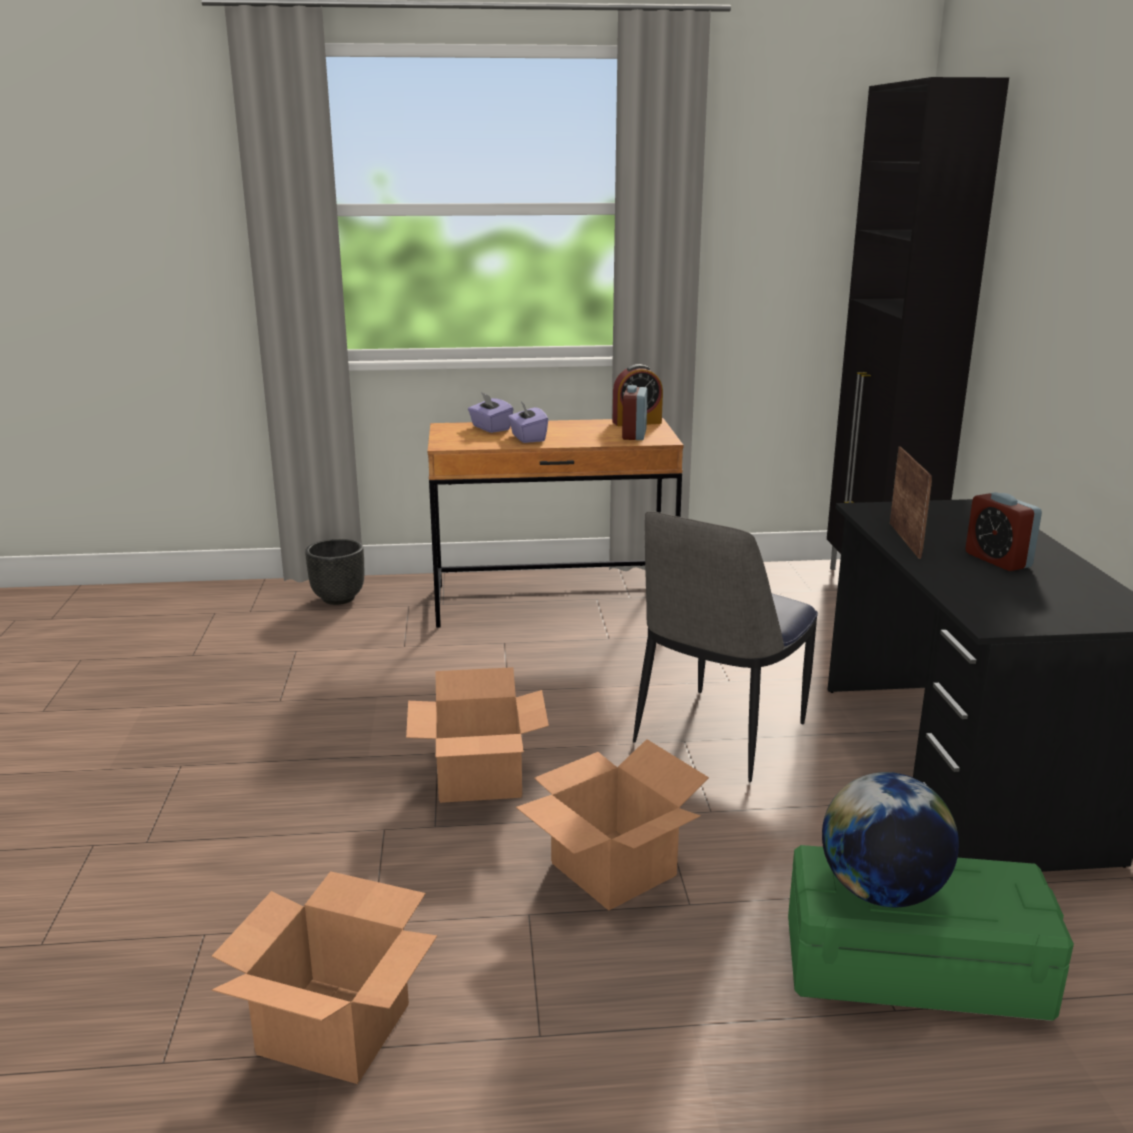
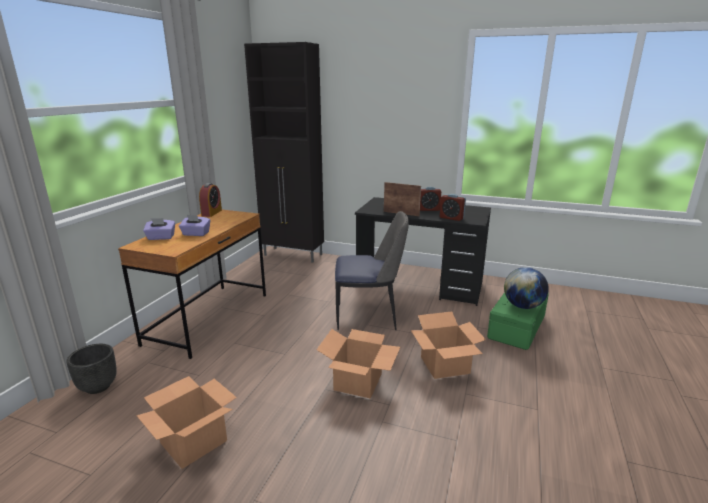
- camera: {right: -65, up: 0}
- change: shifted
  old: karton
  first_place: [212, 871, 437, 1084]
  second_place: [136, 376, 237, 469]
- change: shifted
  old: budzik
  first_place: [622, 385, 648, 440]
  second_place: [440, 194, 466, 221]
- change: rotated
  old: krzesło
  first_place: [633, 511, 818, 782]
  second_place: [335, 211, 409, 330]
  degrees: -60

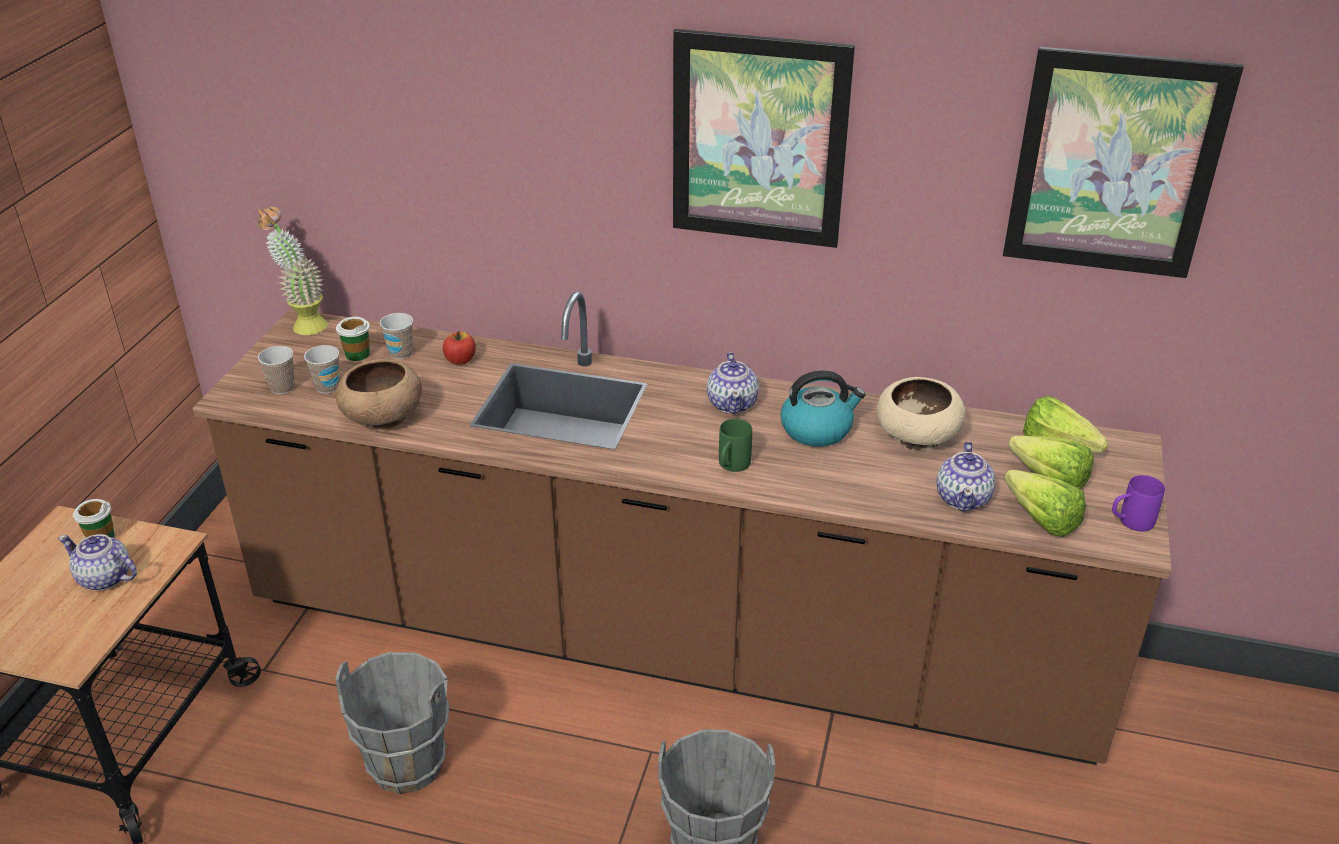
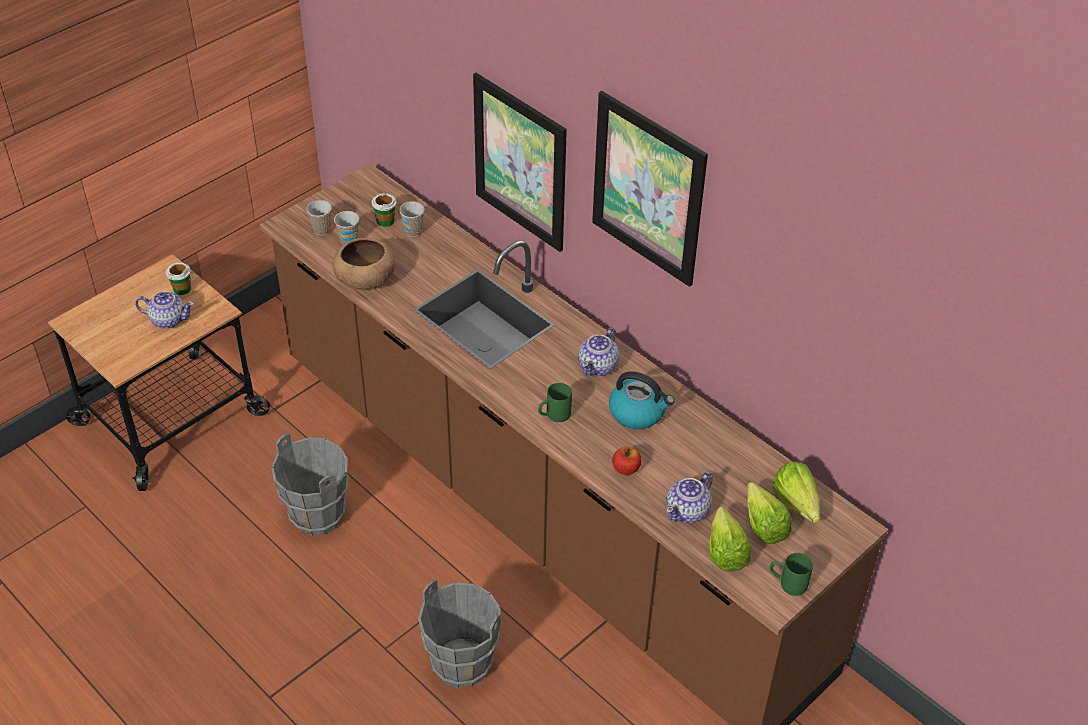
- camera: {right: 30, up: 10}
- change: gone
  old: roślina doniczkowa
  first_place: [258, 207, 328, 335]
- change: gone
  old: miska [beżowy]
  first_place: [877, 377, 966, 450]
- change: shifted
  old: jabłko
  first_place: [443, 331, 476, 365]
  second_place: [612, 447, 642, 475]
- change: shifted
  old: obraz
  first_place: [1003, 47, 1244, 278]
  second_place: [473, 73, 567, 252]
- change: repainted
  old: kubek [fioletowy]
  new: kubek [zielony]
  first_place: [1112, 475, 1165, 532]
  second_place: [770, 553, 813, 596]
- change: rotated
  old: imbryk
  first_place: [58, 534, 137, 591]
  second_place: [135, 291, 194, 329]
  degrees: 135

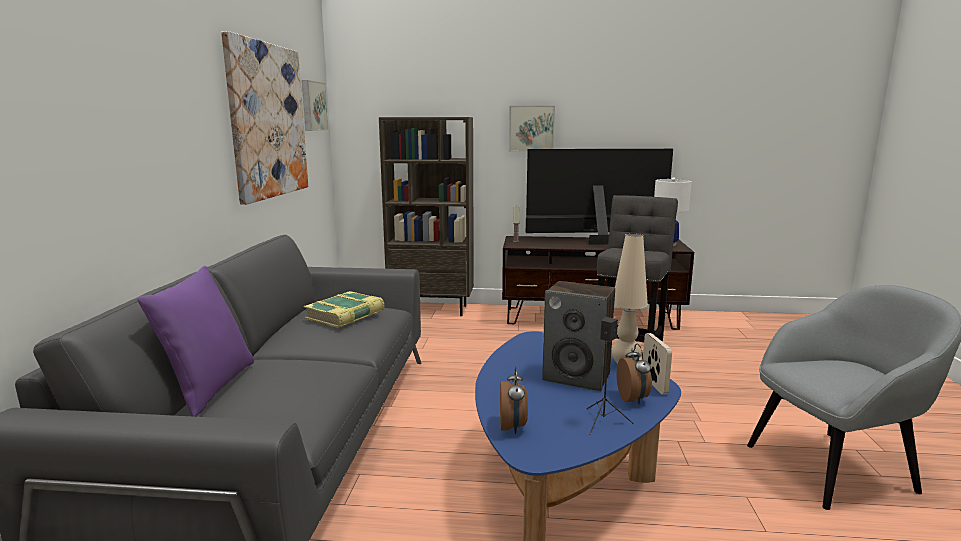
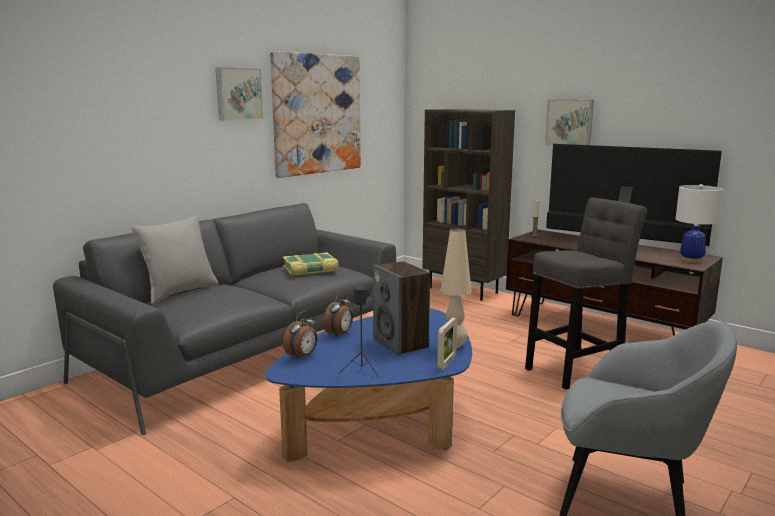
- camera: {right: 35, up: 0}
- change: shifted
  old: obraz
  first_place: [302, 80, 328, 131]
  second_place: [215, 67, 263, 121]
- change: shifted
  old: budzik
  first_place: [617, 343, 652, 405]
  second_place: [323, 292, 353, 337]
- change: repainted
  old: poduszka [fioletowy]
  new: poduszka [szary]
  first_place: [137, 266, 254, 417]
  second_place: [131, 215, 219, 304]

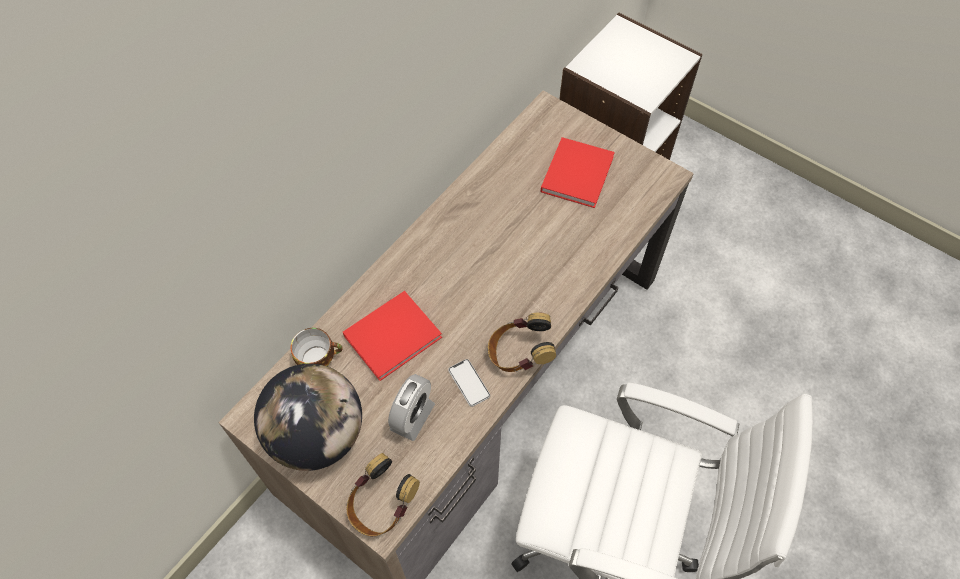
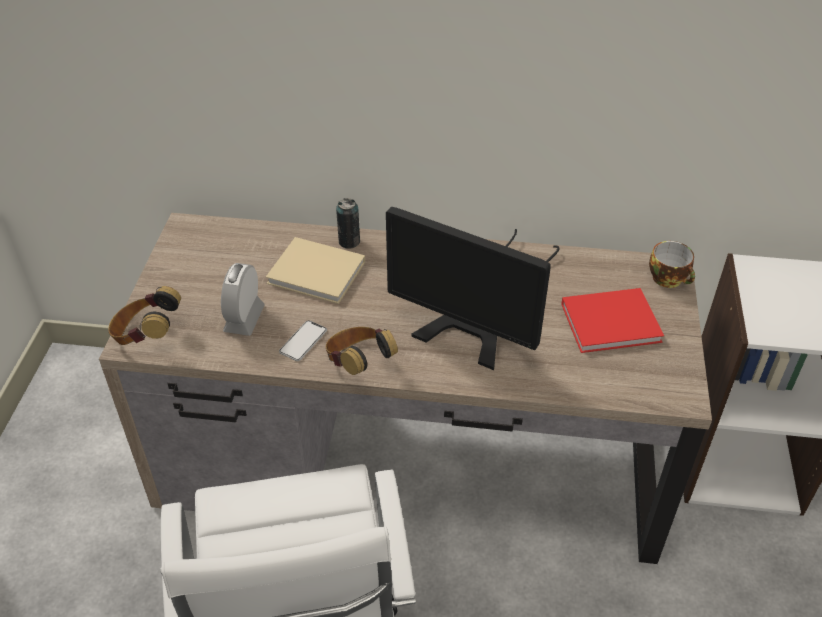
- camera: {right: 60, up: -15}
- change: gone
  old: globus
  first_place: [254, 364, 362, 471]
- change: new
  new: puszka
  second_place: [336, 198, 360, 249]
- change: new
  new: monitor
  second_place: [386, 207, 560, 370]
- change: shifted
  old: filiżanka
  first_place: [291, 328, 343, 366]
  second_place: [649, 241, 695, 288]
- change: repainted
  old: książka [czerwony]
  new: książka [beżowy]
  first_place: [343, 291, 442, 381]
  second_place: [266, 237, 365, 304]
- change: rotated
  old: budzik
  first_place: [388, 374, 435, 441]
  second_place: [221, 263, 265, 336]
  degrees: 105

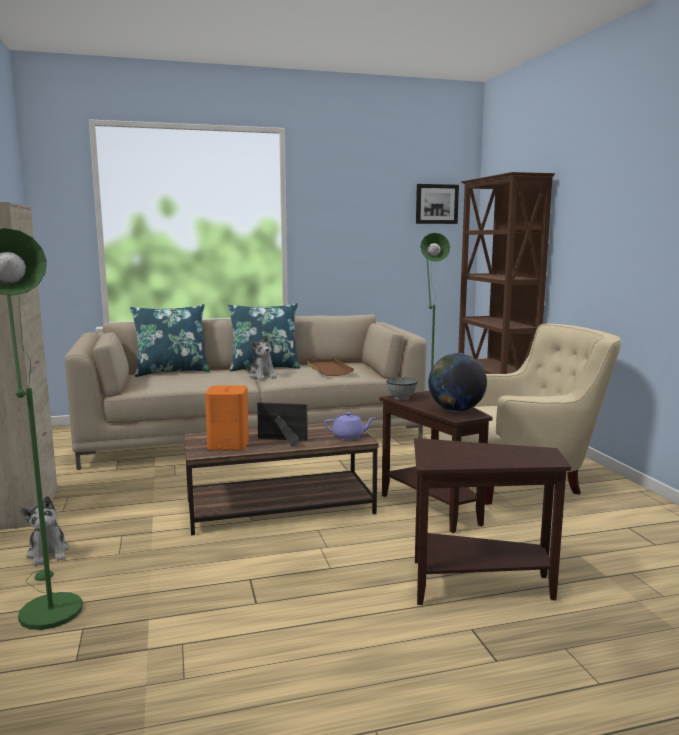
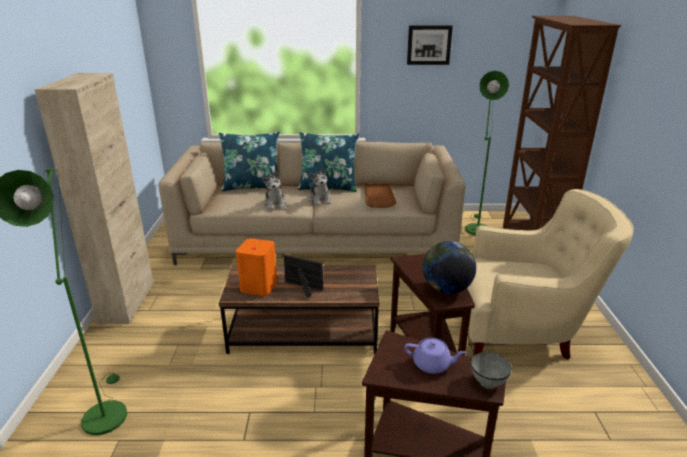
- camera: {right: 15, up: 15}
- change: shifted
  old: pluszak
  first_place: [21, 496, 70, 566]
  second_place: [262, 171, 287, 210]
- change: shifted
  old: imbryk [fioletowy]
  first_place: [324, 412, 375, 440]
  second_place: [404, 338, 467, 374]
- change: shifted
  old: miska [szary]
  first_place: [386, 377, 418, 400]
  second_place: [471, 352, 512, 389]
- change: shifted
  old: obraz
  first_place: [416, 184, 459, 224]
  second_place: [407, 25, 453, 65]

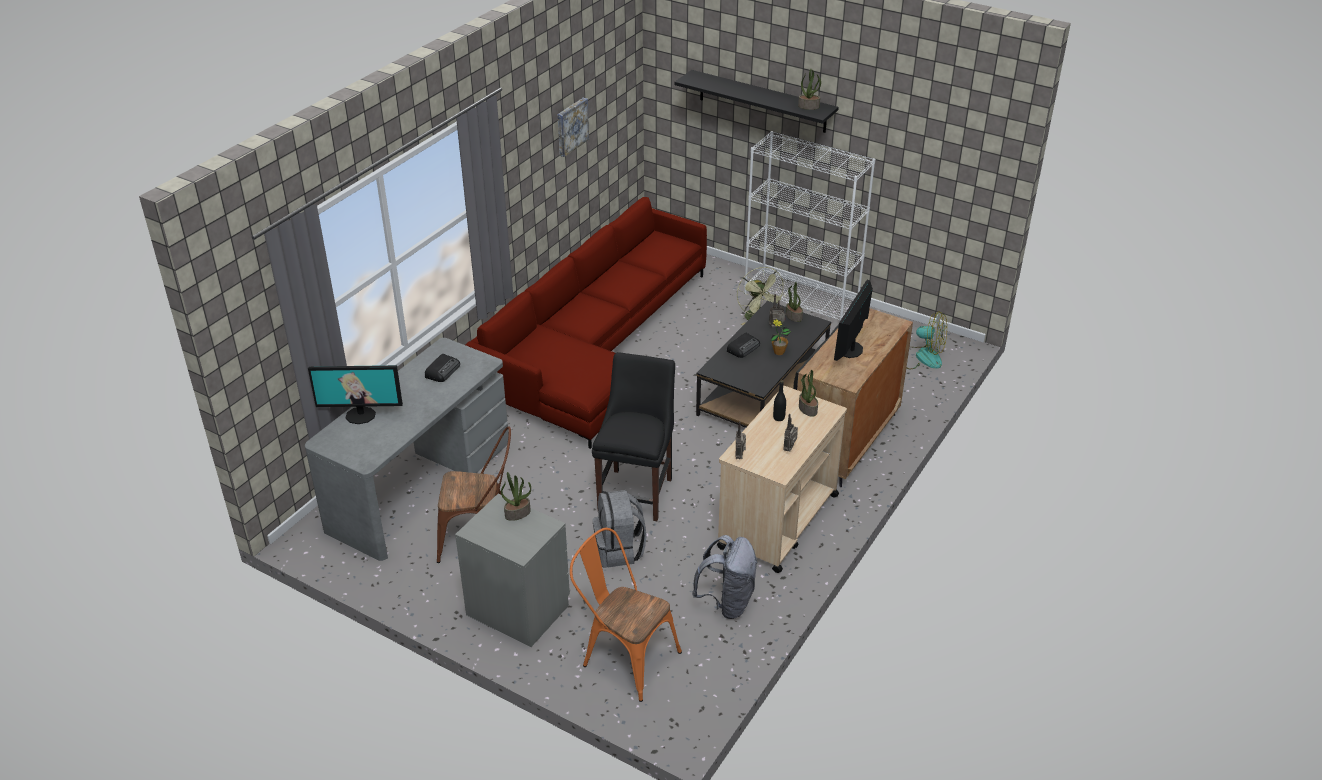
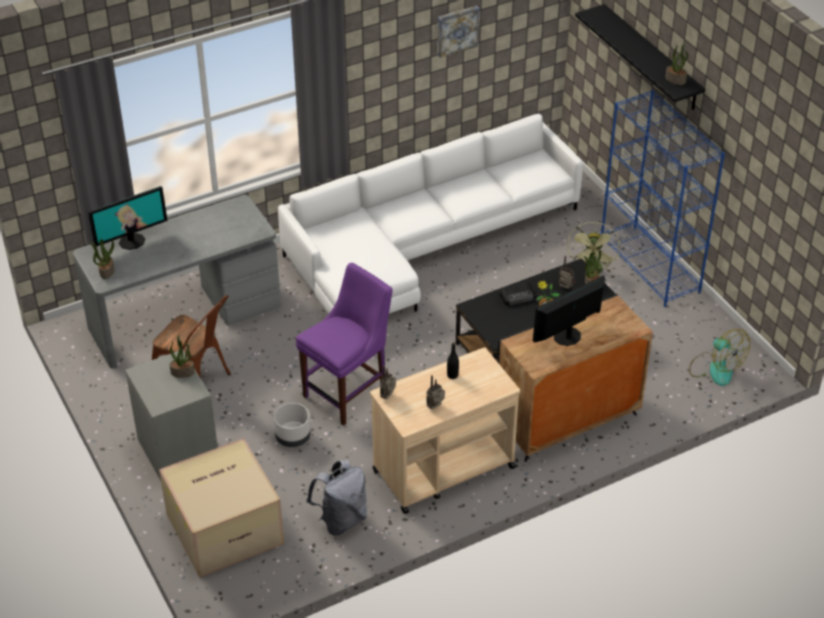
- camera: {right: 30, up: 5}
- change: gone
  old: radio
  first_place: [425, 354, 460, 382]
- change: shifted
  old: roślina doniczkowa
  first_place: [799, 370, 818, 417]
  second_place: [90, 239, 114, 279]
- change: swapped
  old: krzesło [pomarańczowy]
  new: karton
  first_place: [570, 528, 682, 702]
  second_place: [159, 438, 284, 578]
- change: swapped
  old: plecak [szary]
  new: donica [szary]
  first_place: [593, 490, 647, 568]
  second_place: [274, 403, 311, 447]
- change: repainted
  old: kanapa [czerwony]
  new: kanapa [biały]
  first_place: [466, 197, 707, 449]
  second_place: [278, 114, 583, 314]
- change: repainted
  old: krzesło [czarny]
  new: krzesło [fioletowy]
  first_place: [592, 352, 675, 521]
  second_place: [296, 263, 393, 426]
- change: repainted
  old: regał [biały]
  new: regał [niebieski]
  first_place: [744, 131, 875, 320]
  second_place: [601, 90, 725, 307]
- change: rotated
  old: monitor
  first_place: [308, 365, 403, 424]
  second_place: [88, 186, 168, 250]
  degrees: -60

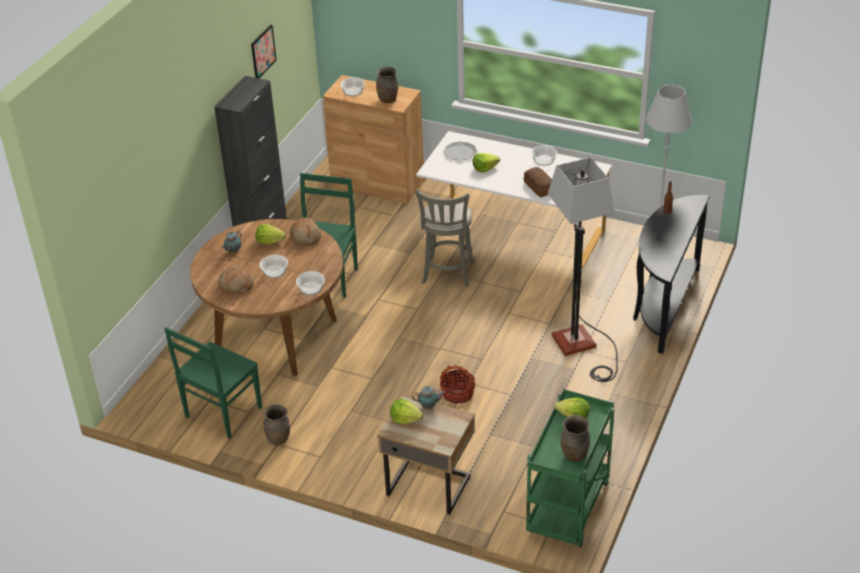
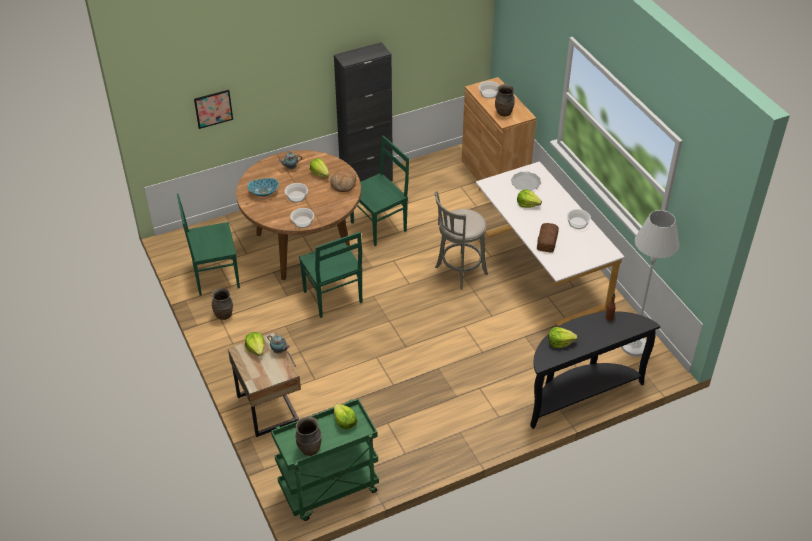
- camera: {right: 40, up: 5}
- change: gone
  old: koszyk
  first_place: [440, 365, 476, 404]
- change: gone
  old: lampa stojąca
  first_place: [548, 157, 618, 382]
- change: new
  new: krzesło [zielony]
  second_place: [299, 232, 363, 318]
- change: new
  new: sałata
  second_place: [548, 327, 578, 348]
- change: shifted
  old: obraz
  first_place: [251, 25, 277, 78]
  second_place: [194, 90, 233, 129]
- change: swapped
  old: chleb
  new: miska
  first_place: [218, 266, 254, 294]
  second_place: [248, 178, 279, 196]

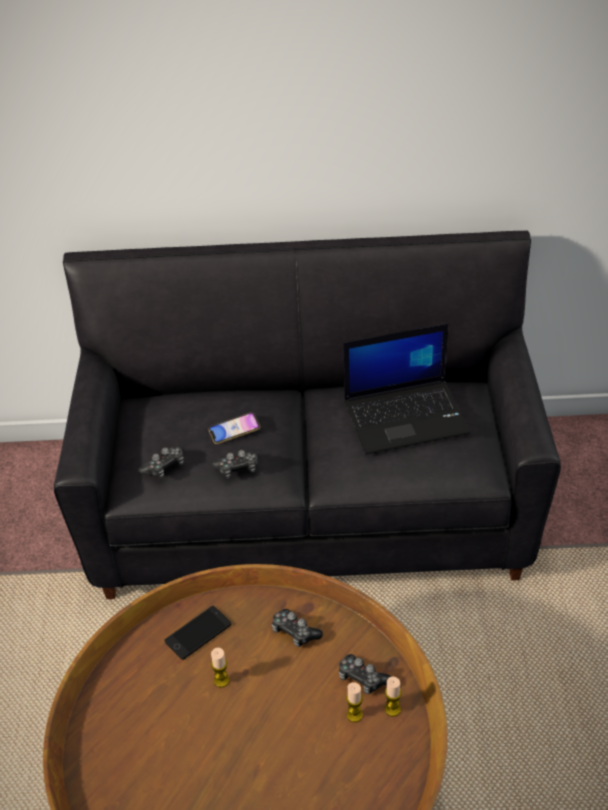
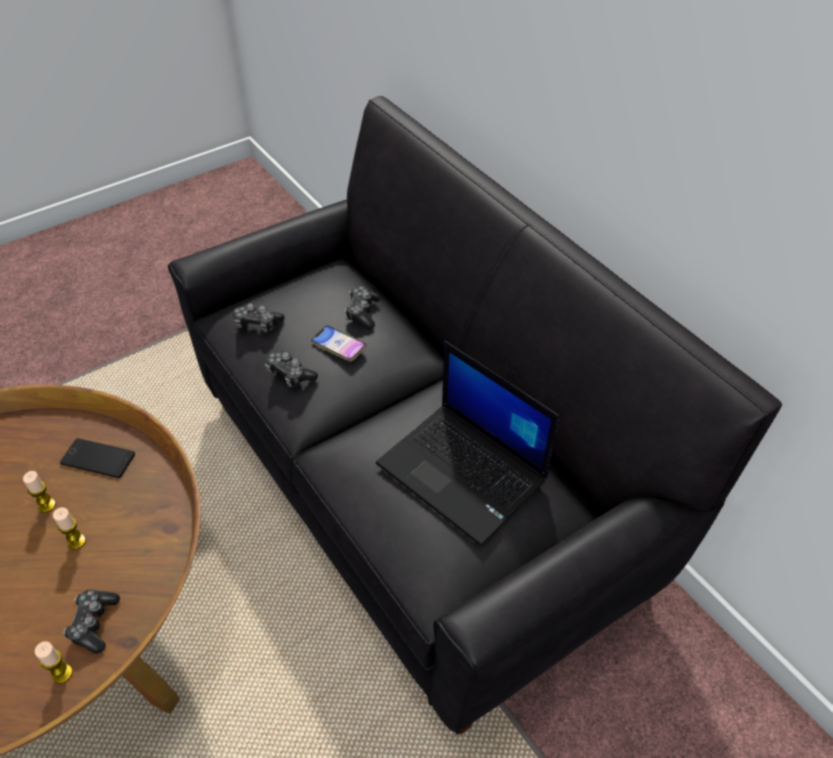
- camera: {right: 55, up: 5}
- change: shifted
  old: pad do gier
  first_place: [272, 609, 323, 647]
  second_place: [345, 286, 381, 329]
- change: shifted
  old: świeca
  first_place: [346, 682, 363, 722]
  second_place: [53, 507, 86, 550]

